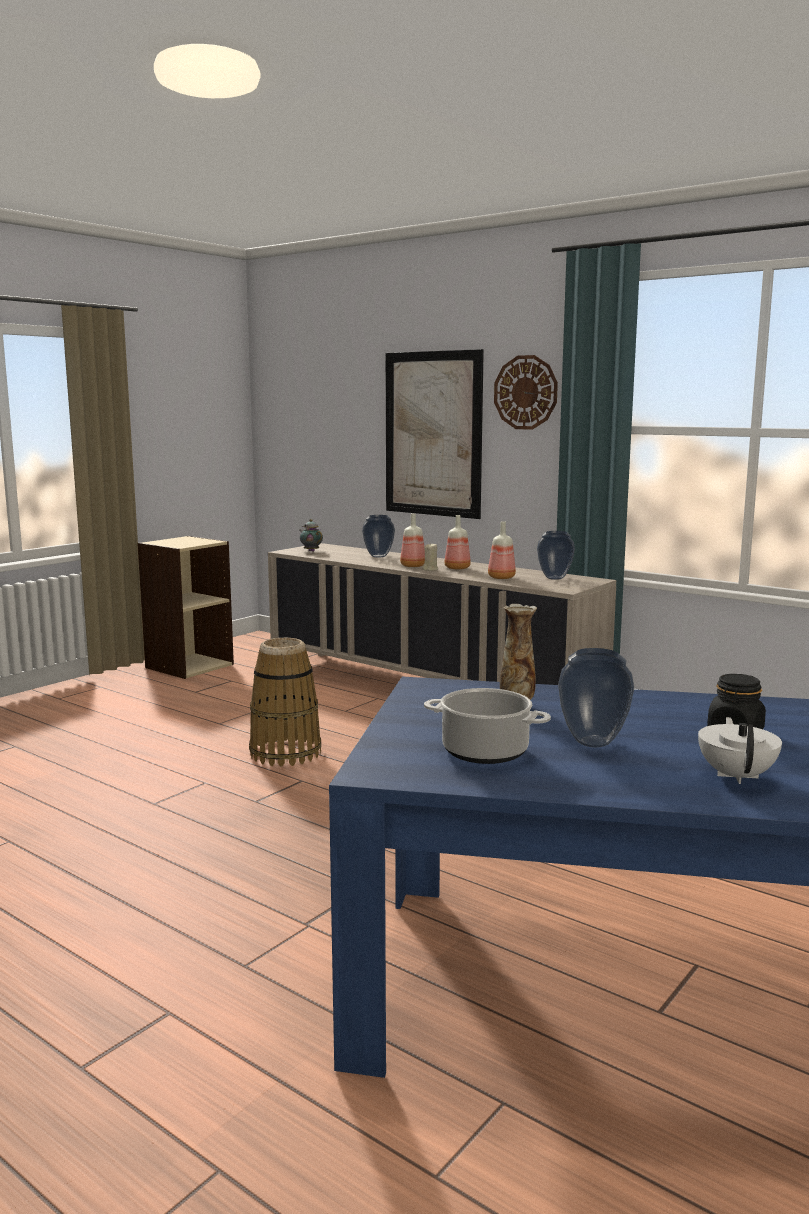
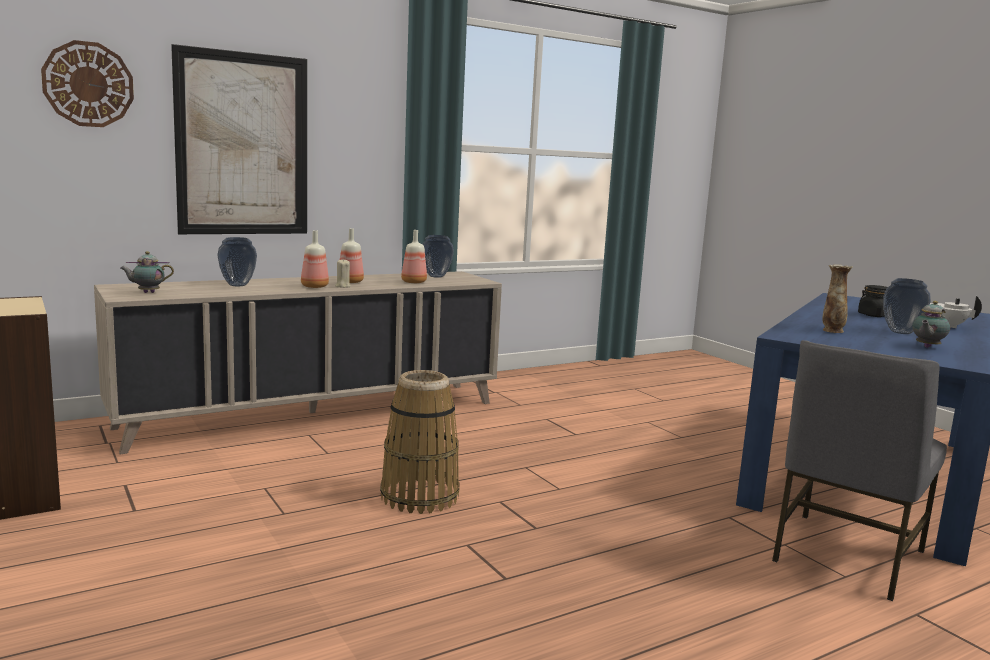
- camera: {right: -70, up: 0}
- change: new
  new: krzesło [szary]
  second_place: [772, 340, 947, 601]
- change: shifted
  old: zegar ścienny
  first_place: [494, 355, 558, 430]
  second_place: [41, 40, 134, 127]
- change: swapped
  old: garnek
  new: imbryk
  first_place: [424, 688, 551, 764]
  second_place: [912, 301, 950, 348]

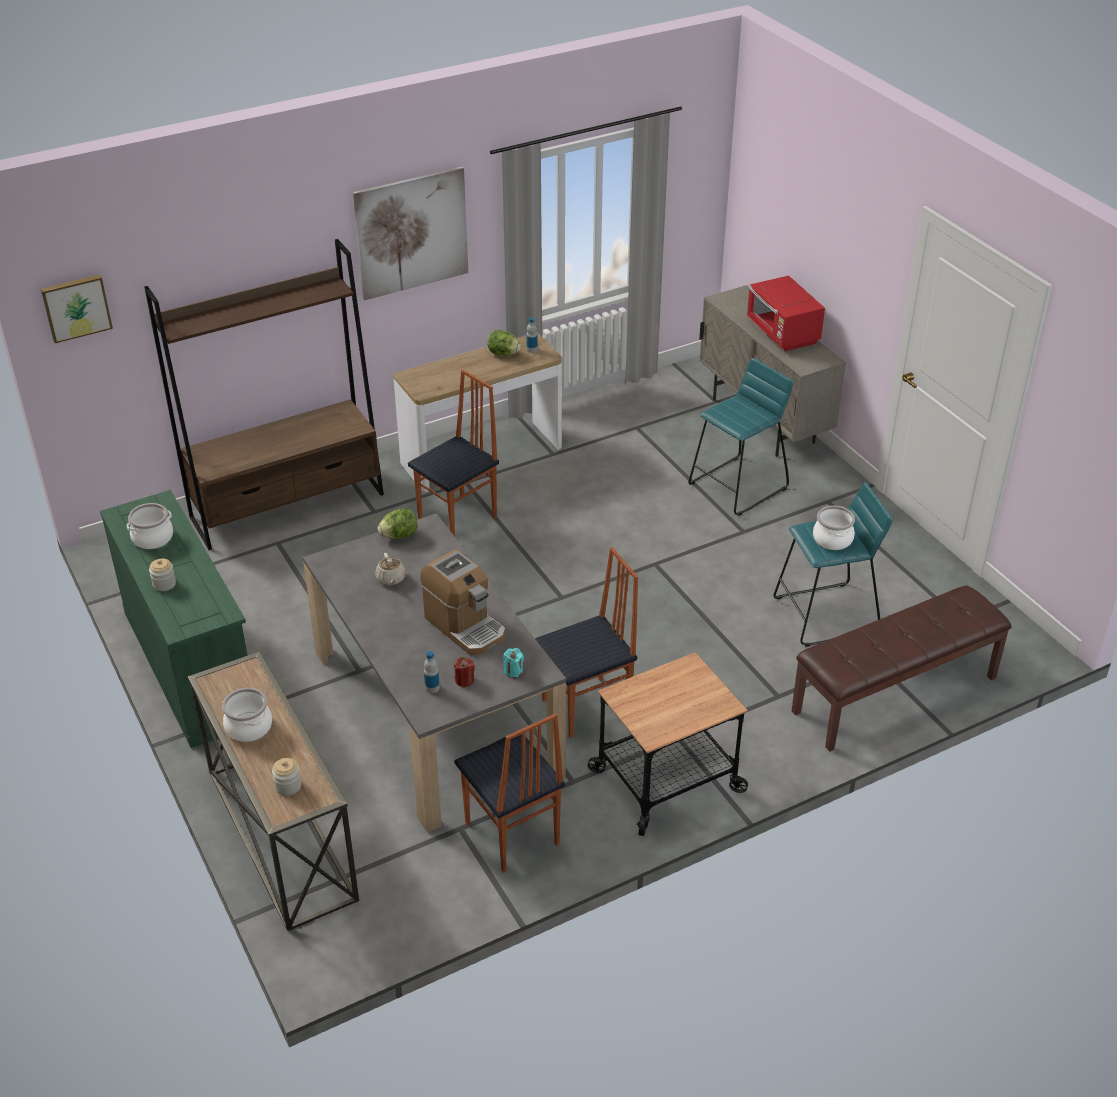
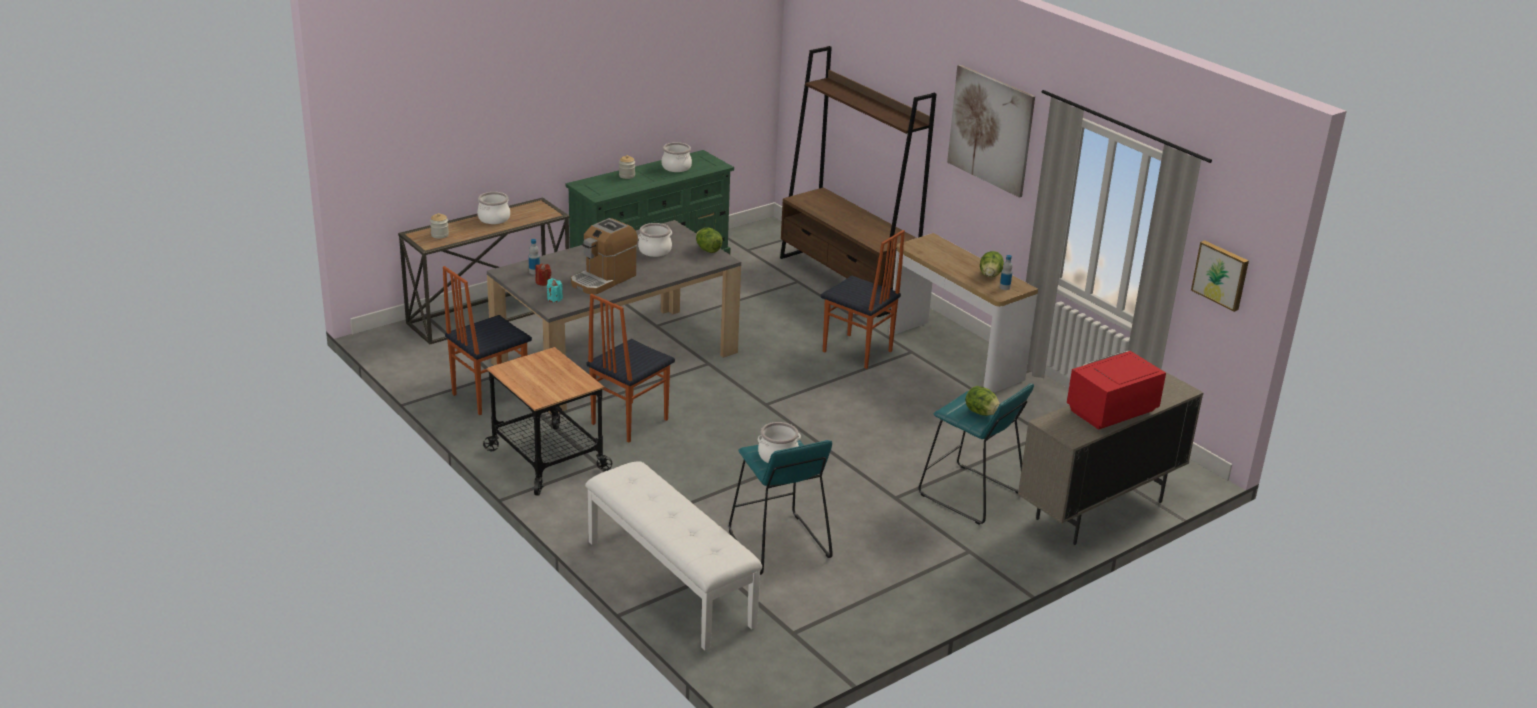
- camera: {right: 80, up: -10}
- change: new
  new: sałata
  second_place: [966, 386, 1000, 416]
- change: shifted
  old: obraz
  first_place: [41, 275, 113, 343]
  second_place: [1191, 240, 1249, 312]
- change: swapped
  old: imbryk [beżowy]
  new: garnek
  first_place: [376, 553, 406, 585]
  second_place: [638, 223, 672, 257]
- change: repainted
  old: ławka [brązowy]
  new: ławka [biały]
  first_place: [792, 585, 1012, 752]
  second_place: [585, 461, 762, 650]
- change: rotated
  old: krzesło
  first_place: [535, 547, 638, 738]
  second_place: [587, 294, 675, 443]
  degrees: 75

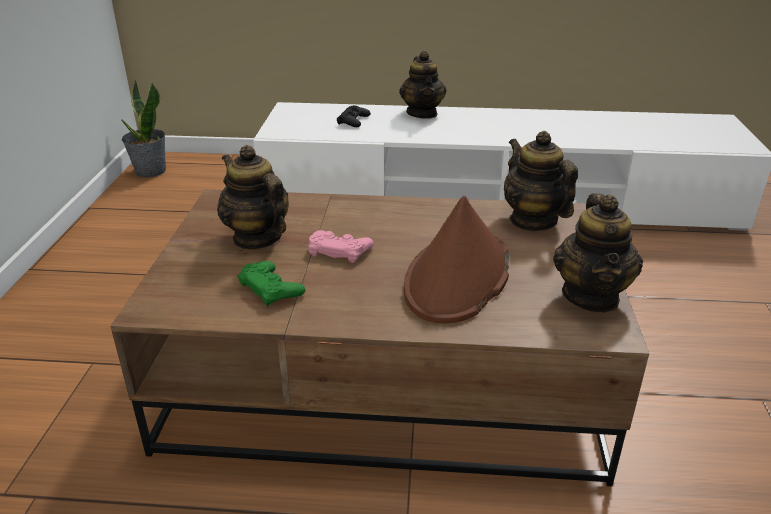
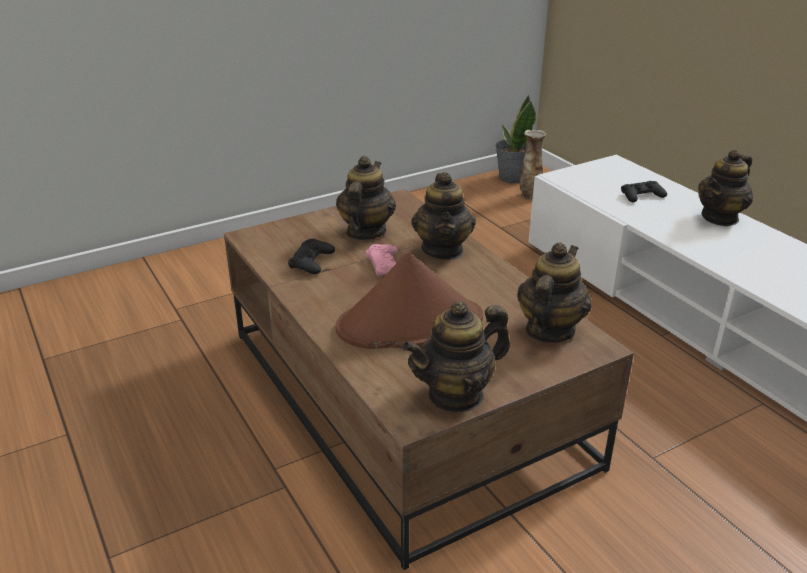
- camera: {right: 55, up: 0}
- change: new
  new: imbryk
  second_place: [411, 172, 476, 260]
- change: new
  new: wazon
  second_place: [520, 130, 546, 200]
- change: repainted
  old: pad do gier [zielony]
  new: pad do gier [czarny]
  first_place: [237, 261, 305, 306]
  second_place: [288, 239, 335, 274]

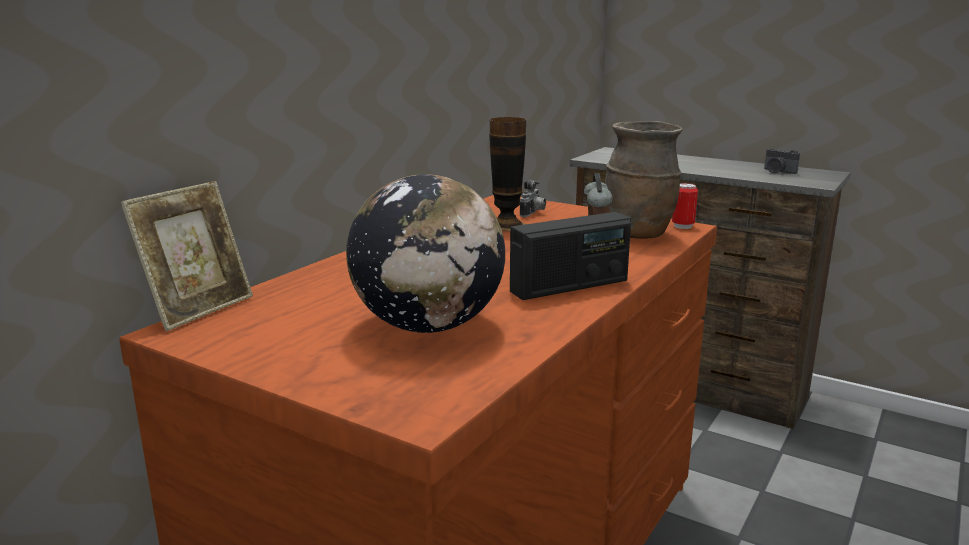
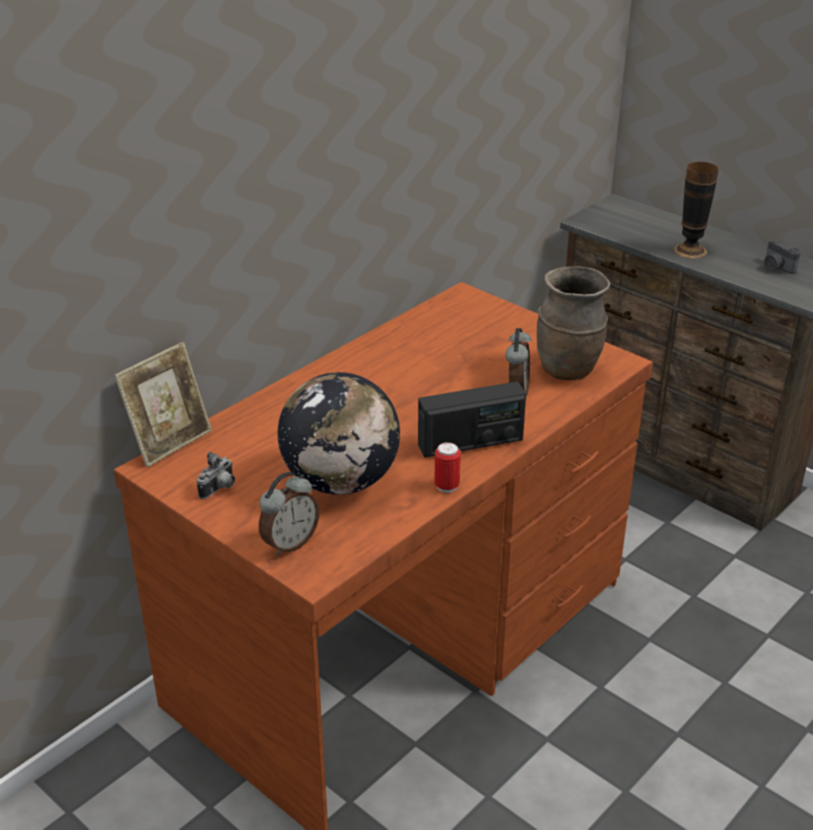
- camera: {right: 10, up: 15}
- change: new
  new: budzik
  second_place: [259, 472, 319, 556]
- change: shifted
  old: wazon
  first_place: [489, 117, 526, 231]
  second_place: [673, 162, 719, 258]
- change: shifted
  old: aparat fotograficzny
  first_place: [520, 180, 546, 217]
  second_place: [197, 452, 235, 499]
- change: shifted
  old: puszka
  first_place: [672, 183, 698, 229]
  second_place: [434, 442, 461, 493]

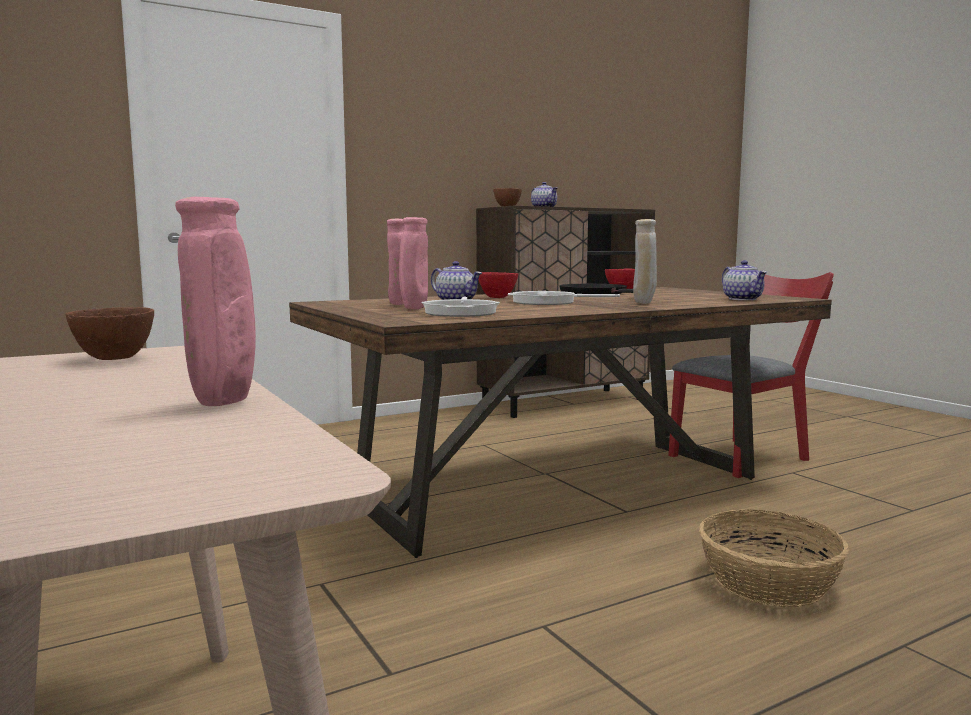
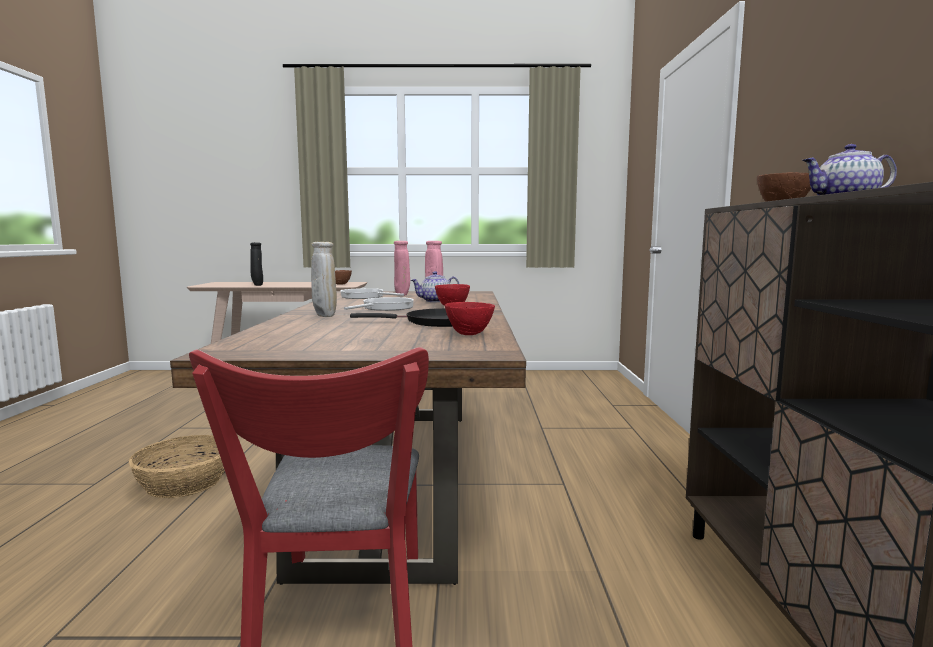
- camera: {right: 120, up: 0}
- change: gone
  old: imbryk
  first_place: [722, 260, 767, 300]
- change: repainted
  old: wazon [różowy]
  new: wazon [czarny]
  first_place: [175, 197, 256, 406]
  second_place: [250, 242, 263, 286]

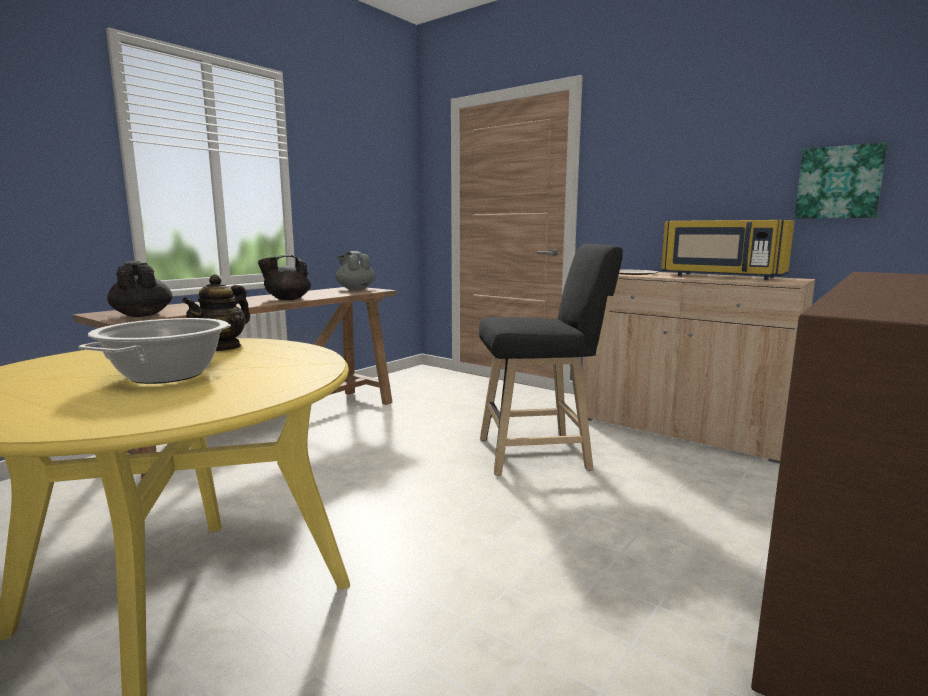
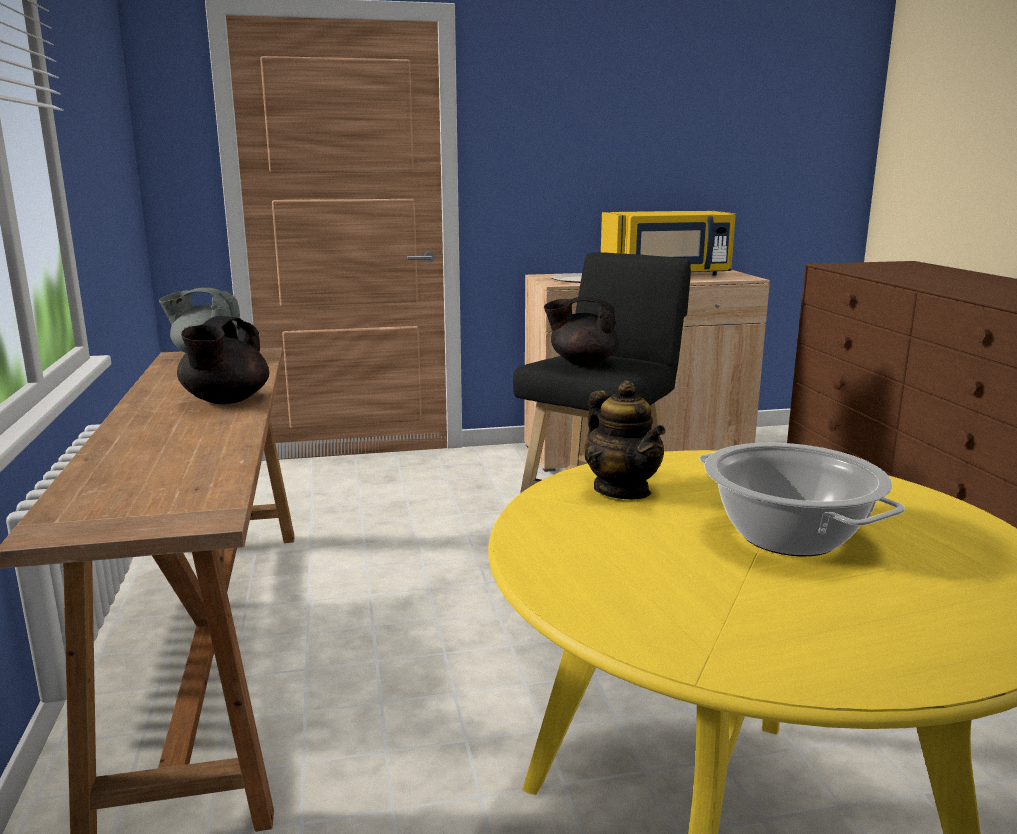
- camera: {right: -50, up: 5}
- change: gone
  old: obraz
  first_place: [795, 142, 888, 218]
- change: shifted
  old: imbryk [czarny]
  first_place: [107, 261, 172, 317]
  second_place: [544, 296, 619, 366]

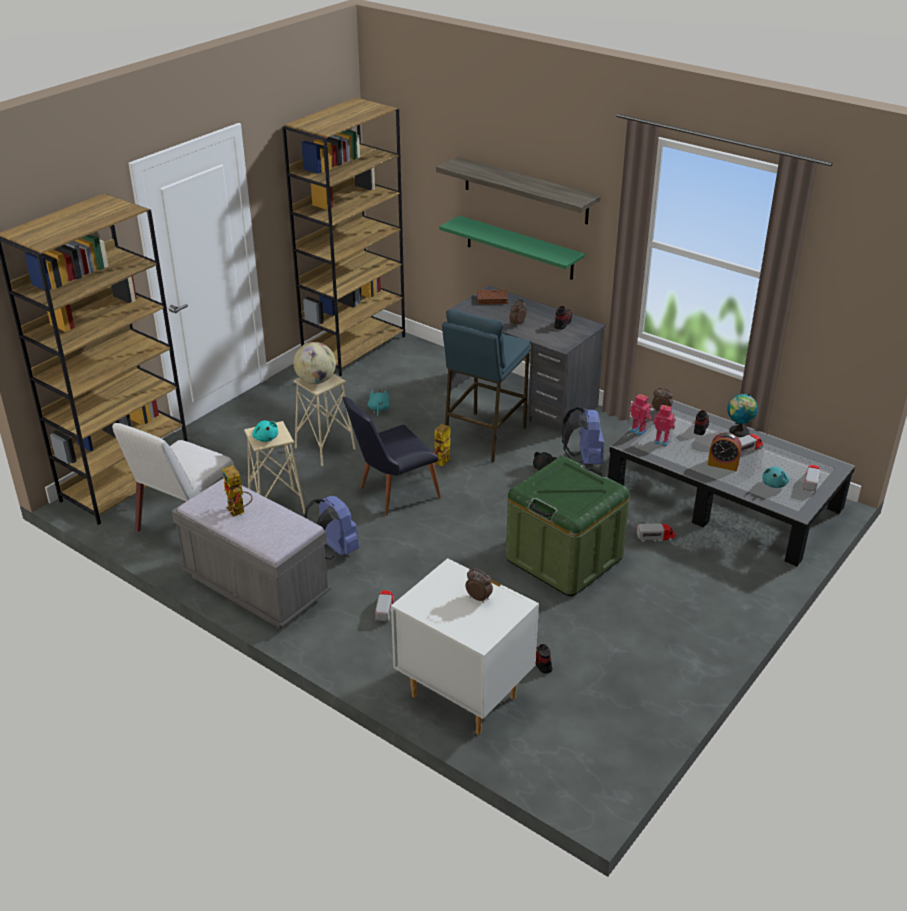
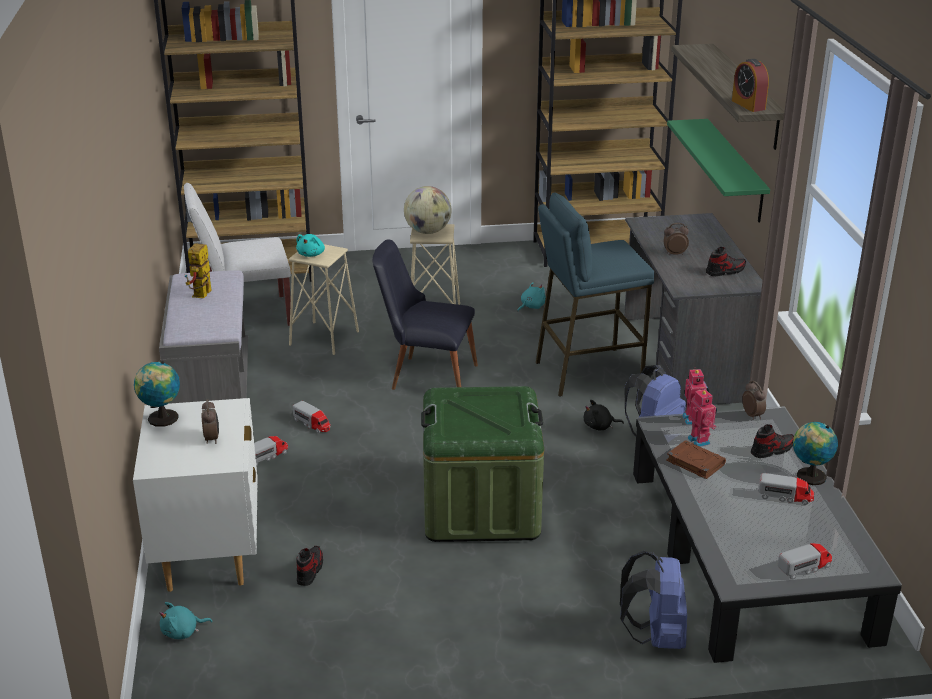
- camera: {right: 45, up: -5}
- change: gone
  old: robot zabawkowy
  first_place: [430, 424, 451, 466]
- change: new
  new: globus
  second_place: [134, 361, 180, 427]
- change: shifted
  old: plecak [niebieski]
  first_place: [304, 496, 359, 559]
  second_place: [620, 551, 687, 649]
- change: shifted
  old: książka [brązowy]
  first_place: [477, 289, 508, 305]
  second_place: [666, 440, 726, 479]
- change: shifted
  old: ciężarówka zabawkowa
  first_place: [637, 523, 676, 542]
  second_place: [292, 401, 331, 433]
- change: shifted
  old: budzik
  first_place: [707, 433, 742, 471]
  second_place: [732, 59, 769, 112]
- change: shifted
  old: pluszak [turkusowy]
  first_place: [762, 467, 789, 488]
  second_place: [159, 602, 213, 639]

